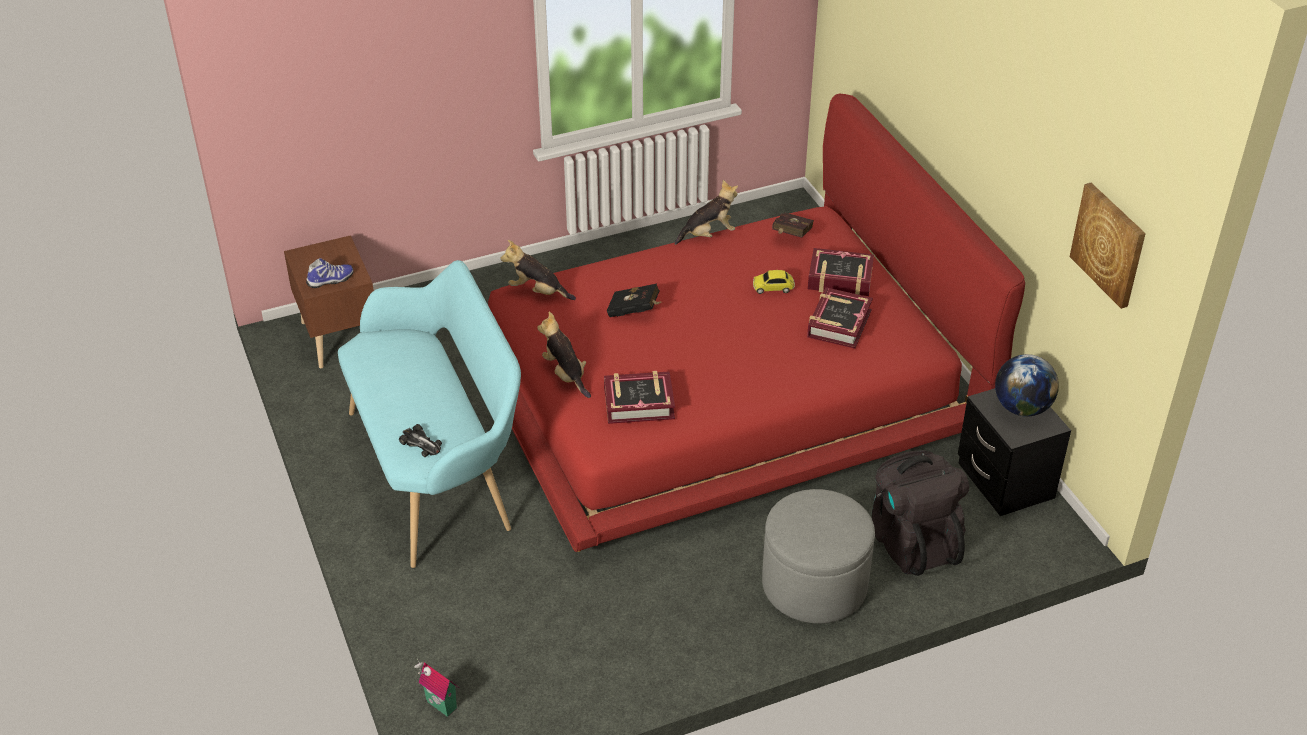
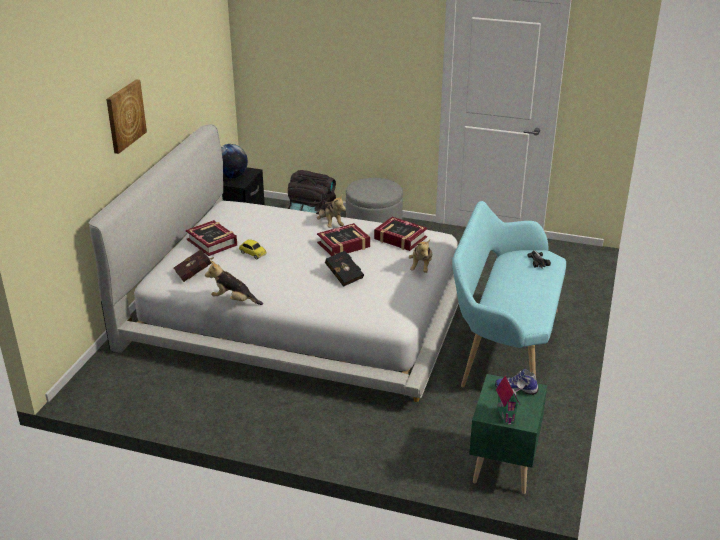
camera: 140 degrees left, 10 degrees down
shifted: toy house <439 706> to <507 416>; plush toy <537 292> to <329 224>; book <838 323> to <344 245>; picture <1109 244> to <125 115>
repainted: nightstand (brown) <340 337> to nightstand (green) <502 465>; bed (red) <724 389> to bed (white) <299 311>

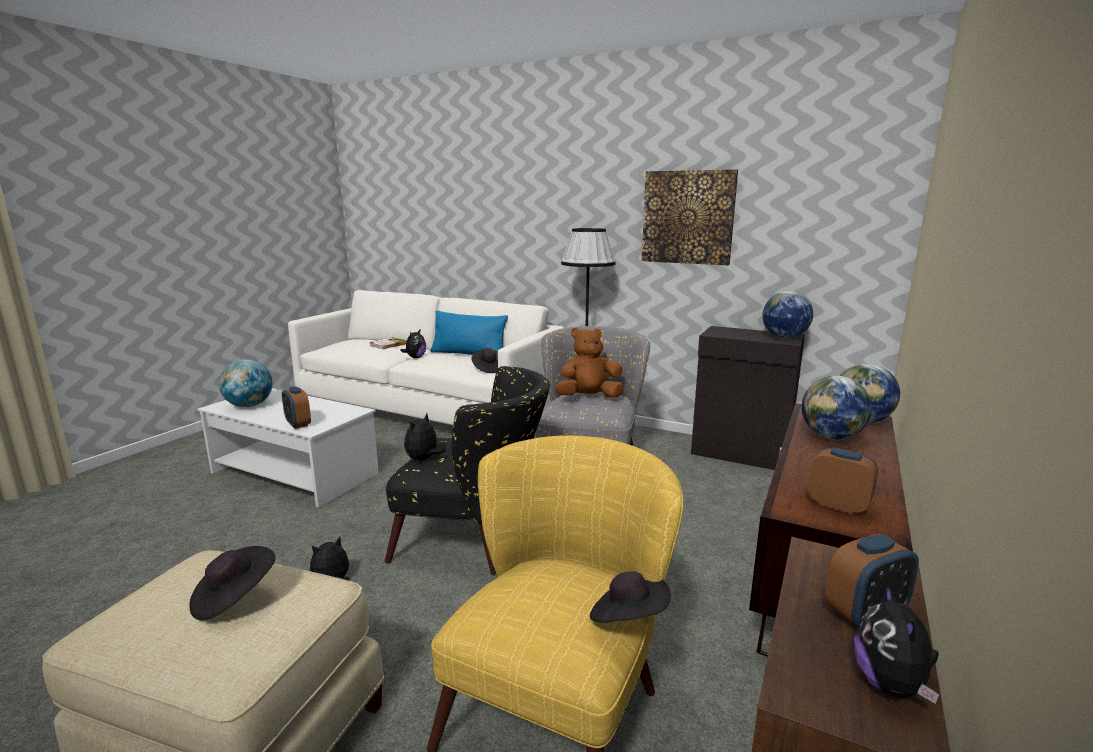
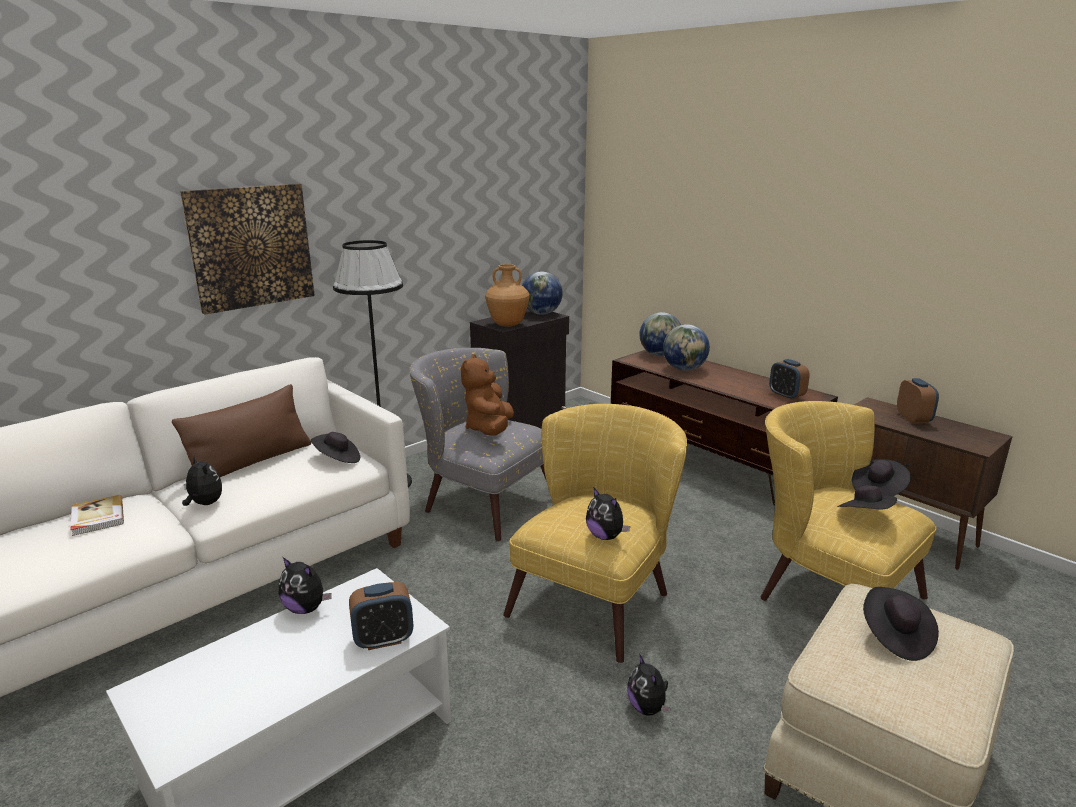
camera: 70 degrees left, 5 degrees up
gone: globe <249 406>
new: vase (brown) <508 325>; hat (black) <865 515>
shifted: picture <688 217> to <251 247>; plush toy <890 685> to <306 608>
repainted: armchair (black) <475 539> to armchair (yellow) <598 596>; pillow (blue) <468 354> to pillow (brown) <251 462>
rotated: alarm clock <838 505> = <786 396> 90 degrees counterclockwise

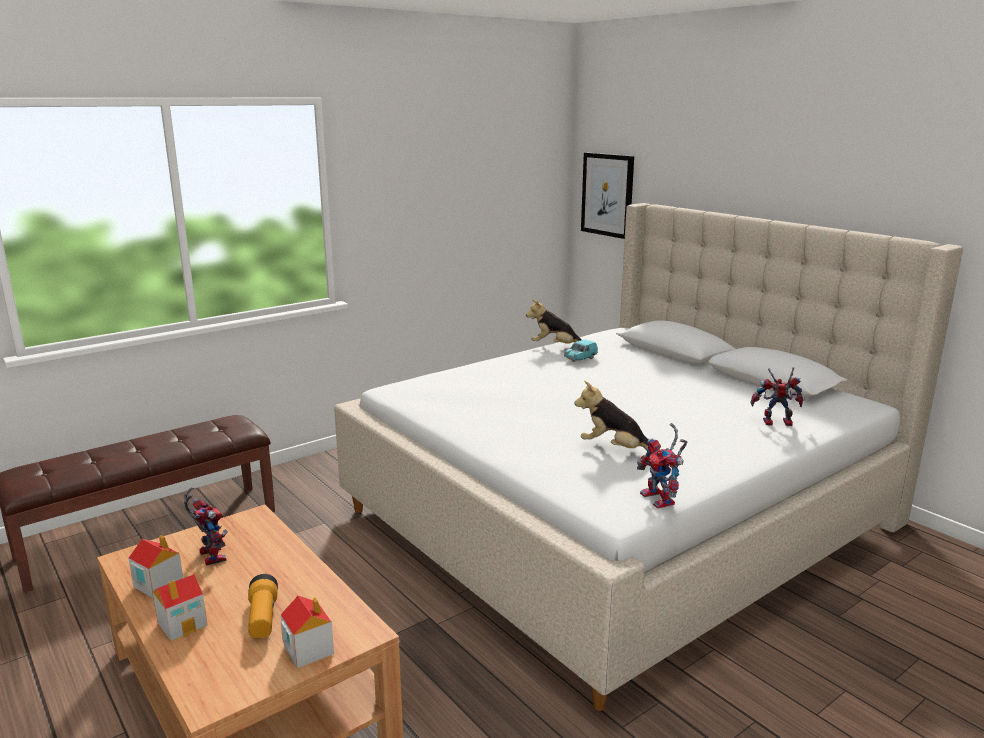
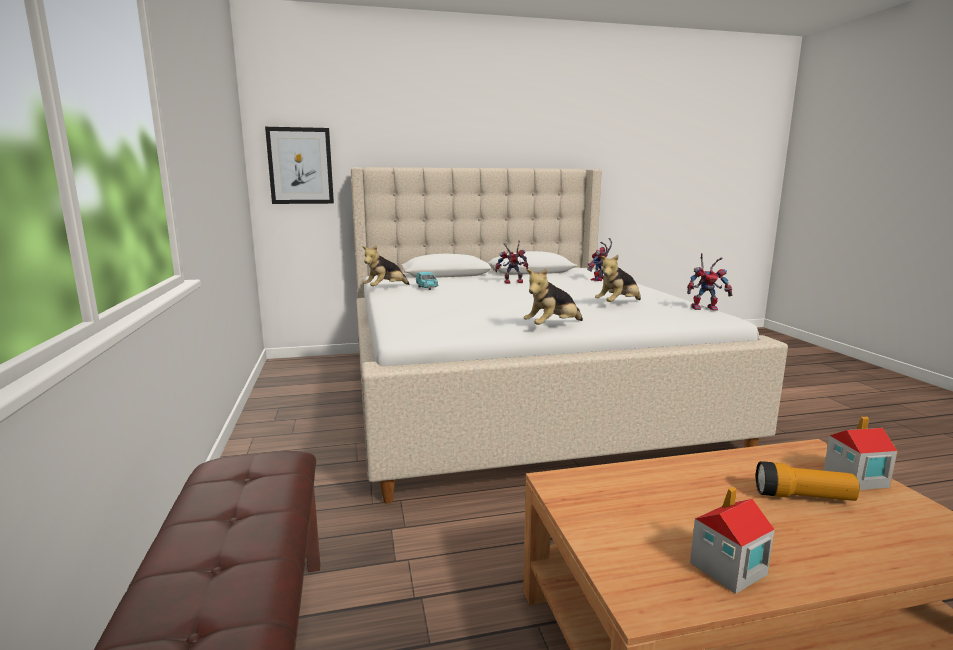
camera: 65 degrees left, 5 degrees down
gone: toy house <183 623>
new: plush toy <552 327>
shifted: toy robot <209 555> to <512 283>

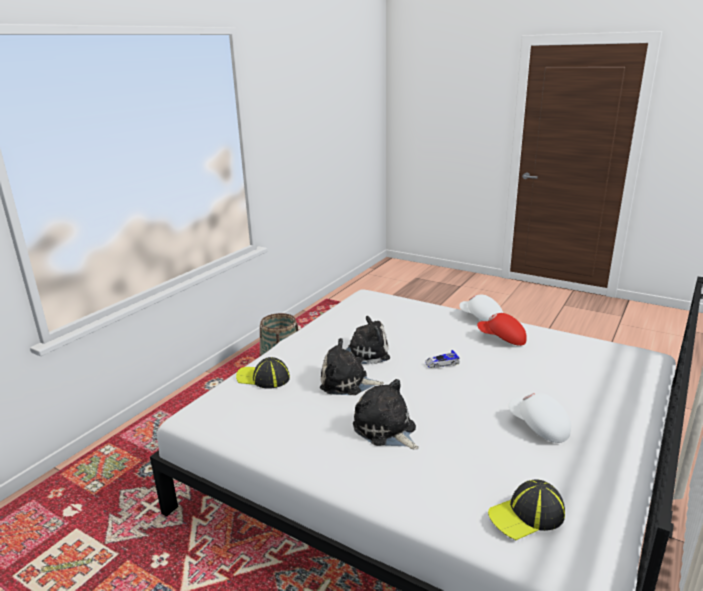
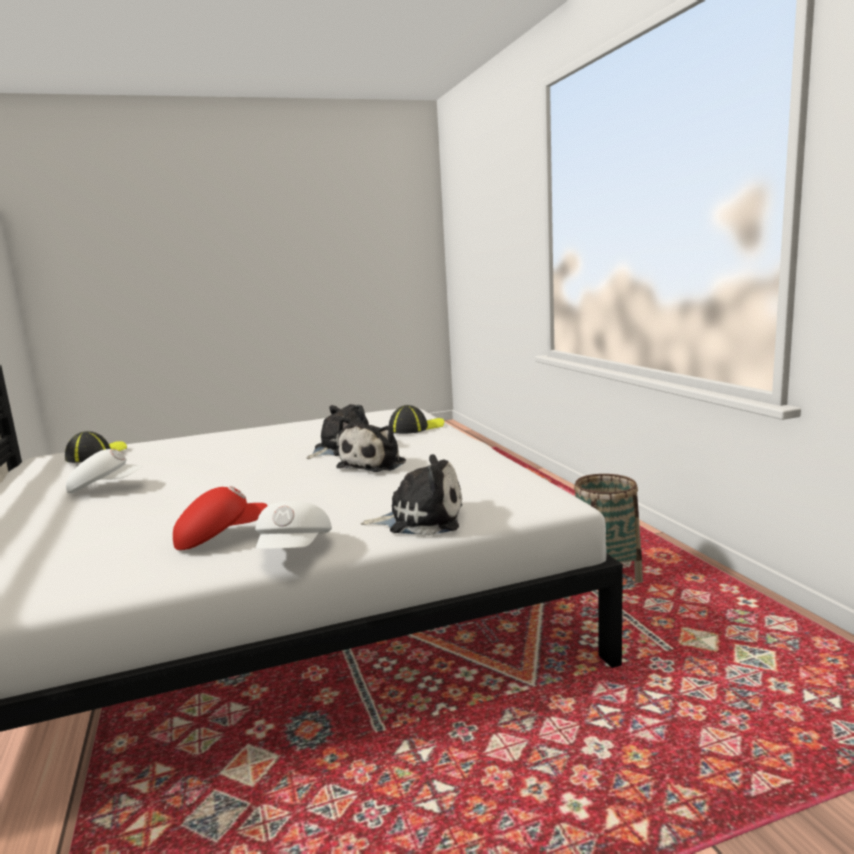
camera: 130 degrees right, 10 degrees down
gone: toy car <441 363>
shifted: plush toy <386 430> to <421 519>
rotated: cap (white) <481 319> = <295 550> 105 degrees clockwise

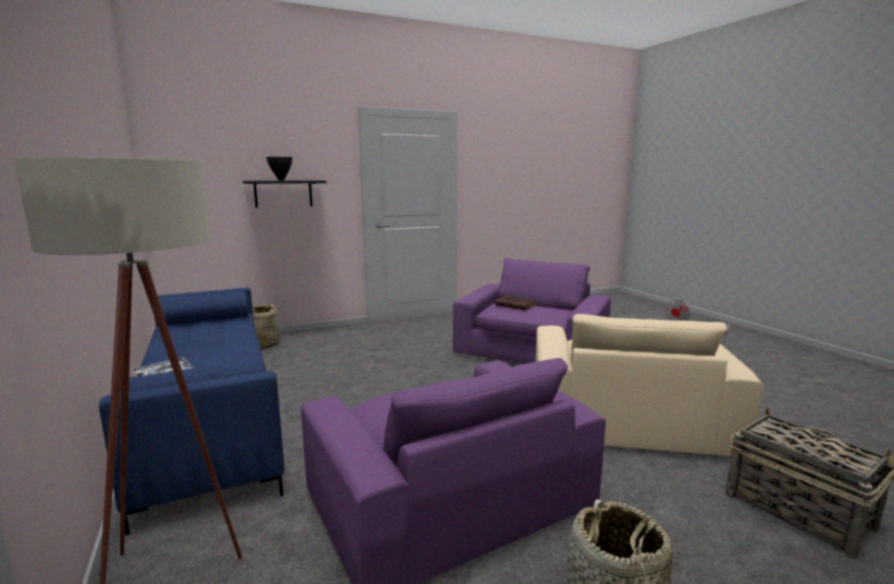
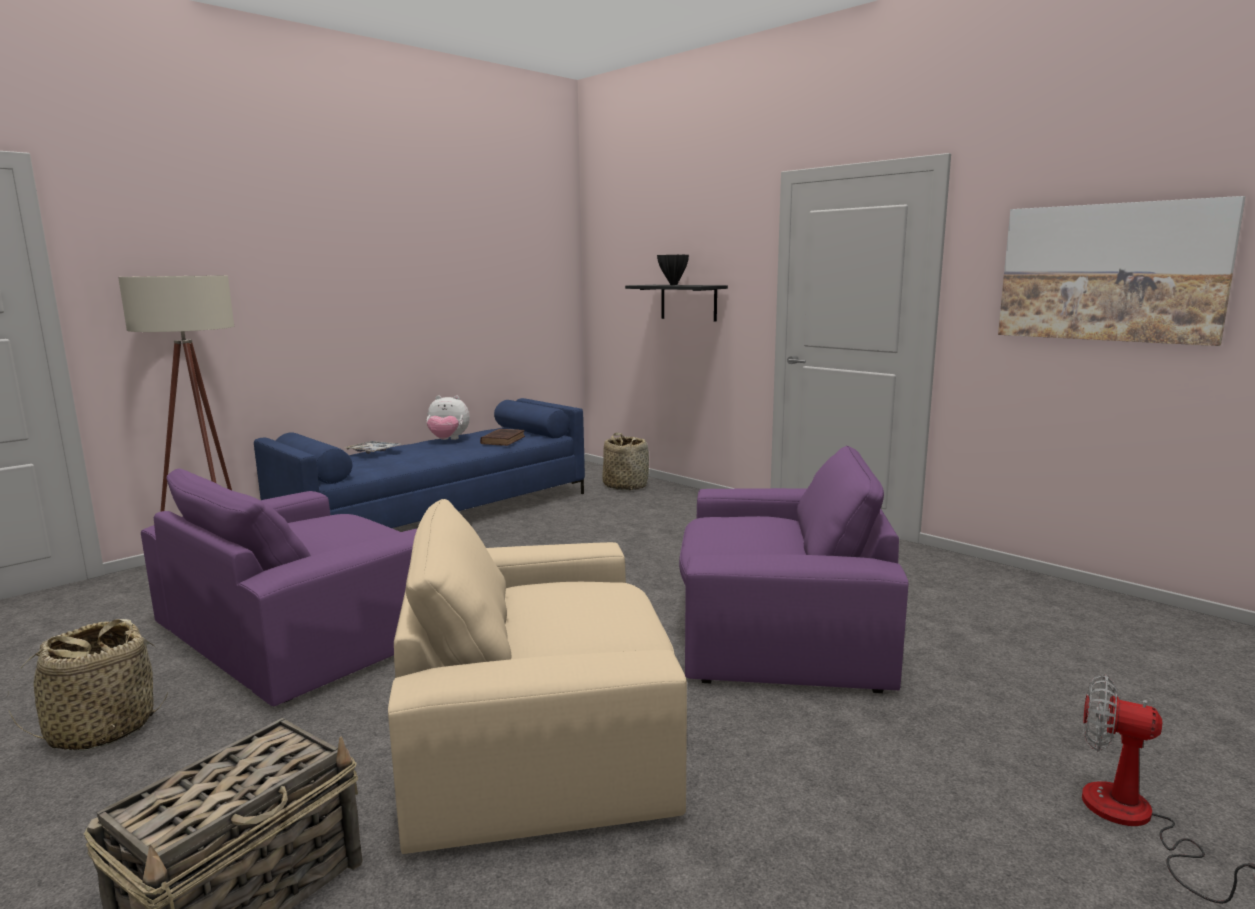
camera: 70 degrees right, 0 degrees up
new: plush toy <448 440>; picture <1110 272>
shifted: book (brown) <514 305> to <503 440>

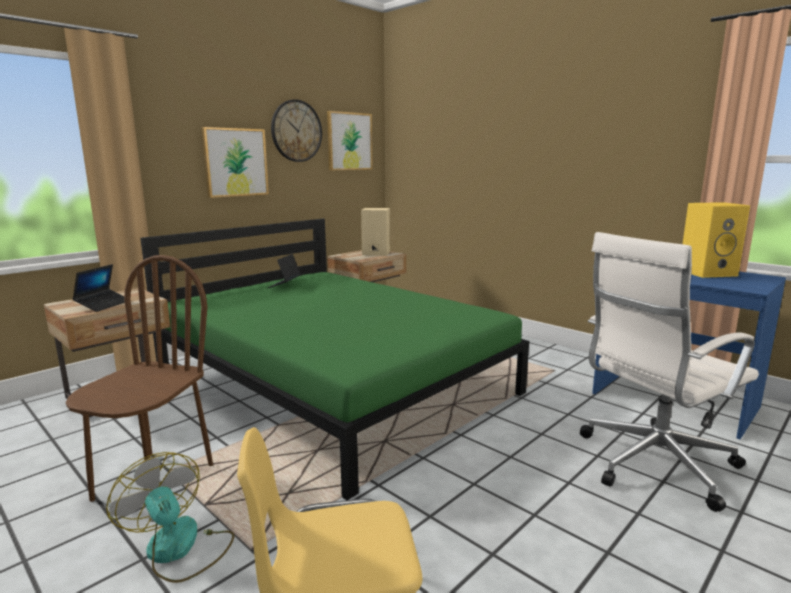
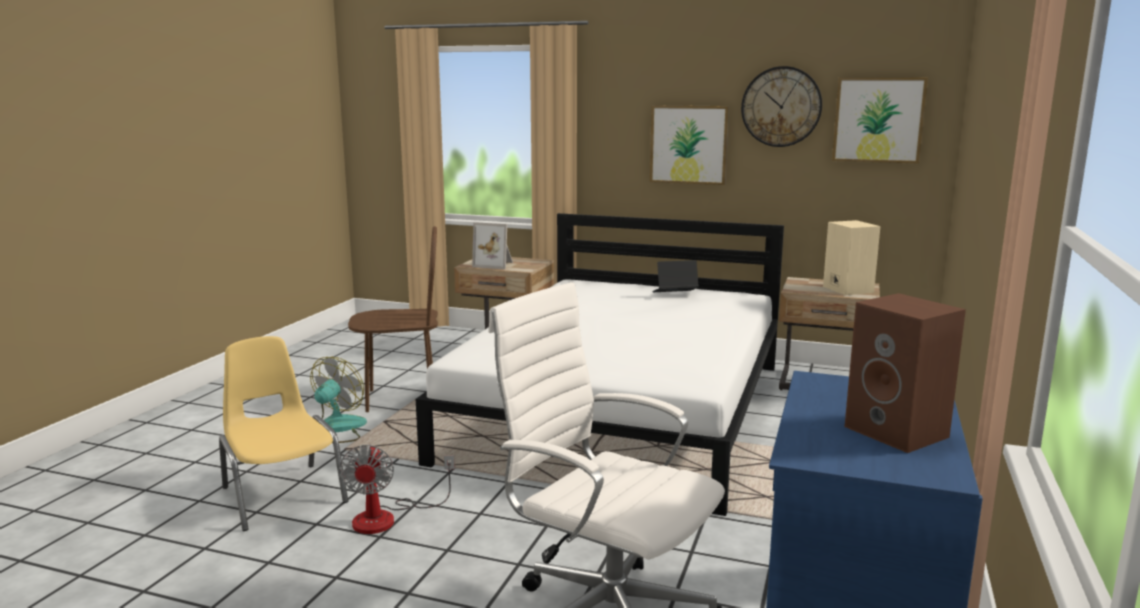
camera: 65 degrees right, 0 degrees up
new: fan <387 517>
swapped: laptop <103 305> to picture frame <495 264>
repainted: bed (green) <333 381> to bed (white) <623 410>; speaker (yellow) <708 273> to speaker (brown) <899 432>

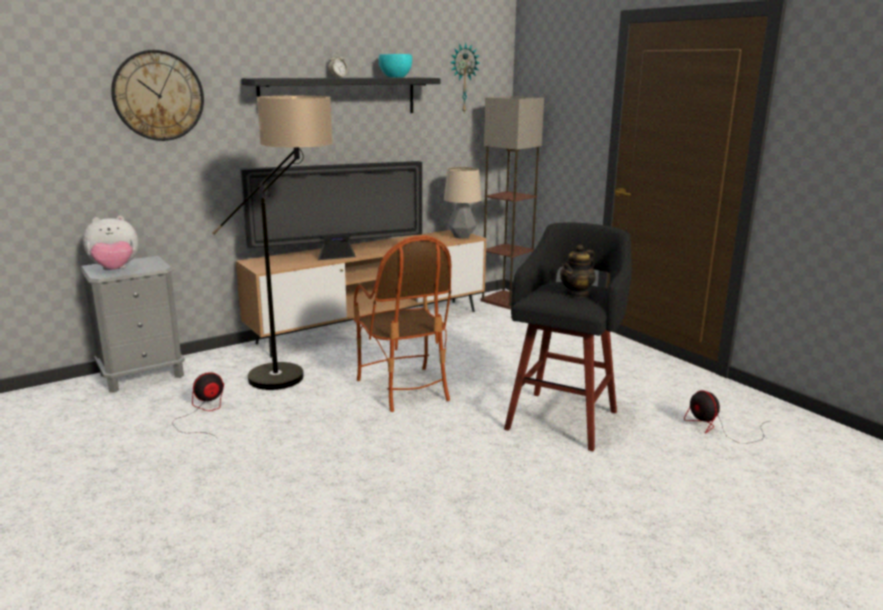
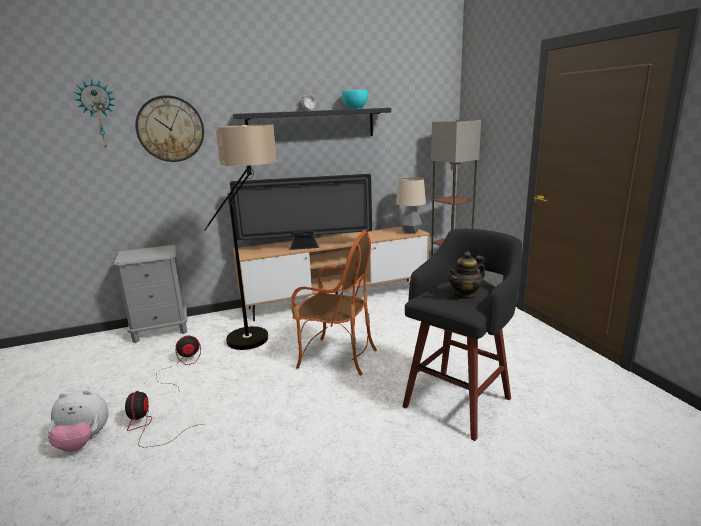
camera: 15 degrees right, 0 degrees up
shifted: plush toy <115 270> to <83 442>; wall clock <463 78> to <99 114>; fan <719 429> to <149 427>
rotated: armchair <403 389> = <336 357> 60 degrees counterclockwise

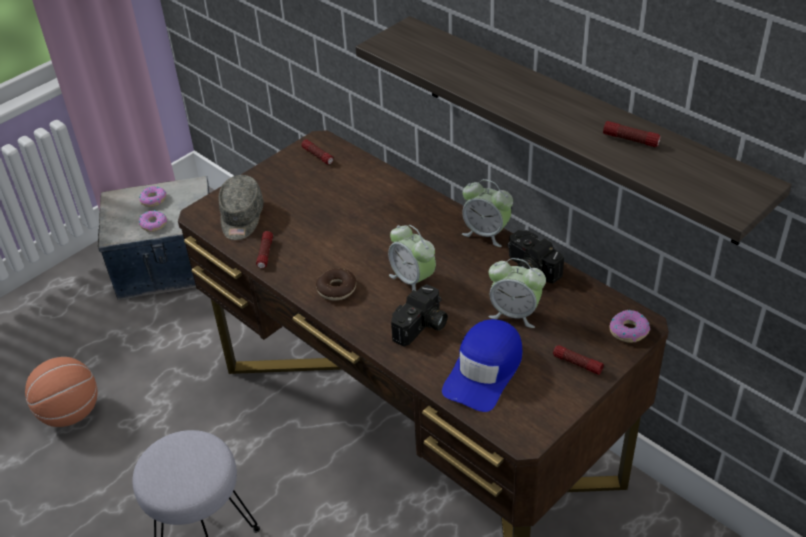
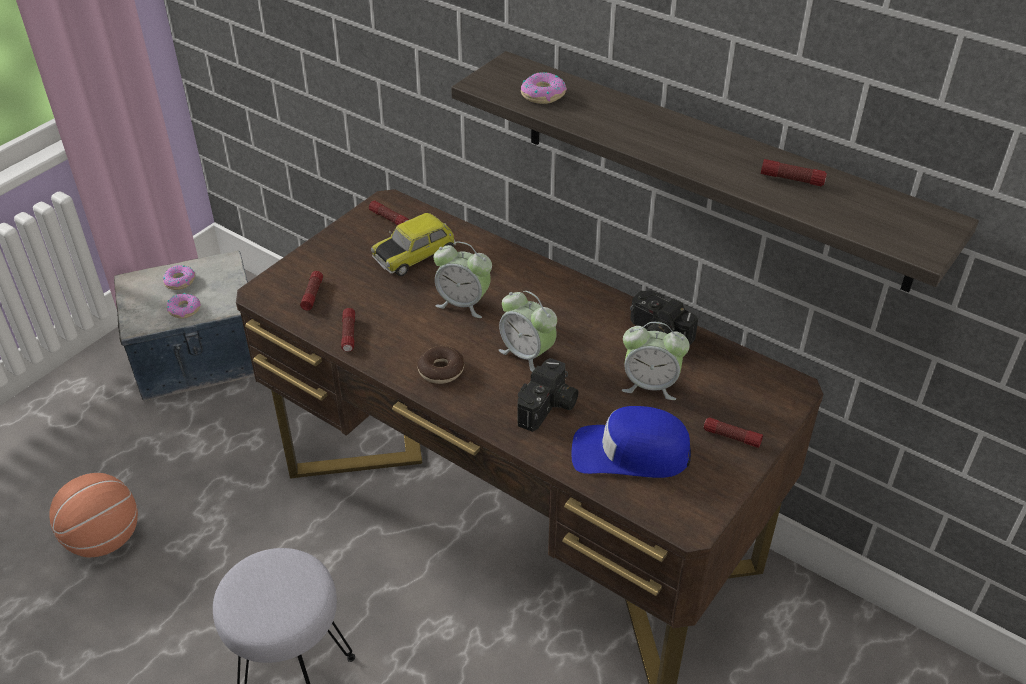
camera: 10 degrees left, 0 degrees up
new: toy car <414 255>
shifted: alarm clock <486 233> to <463 303>; donut <628 330> to <542 94>
swapped: cap (grey) <241 218> to flashlight <312 295>
rotated: cap (blue) <484 371> = <630 453> 75 degrees clockwise

